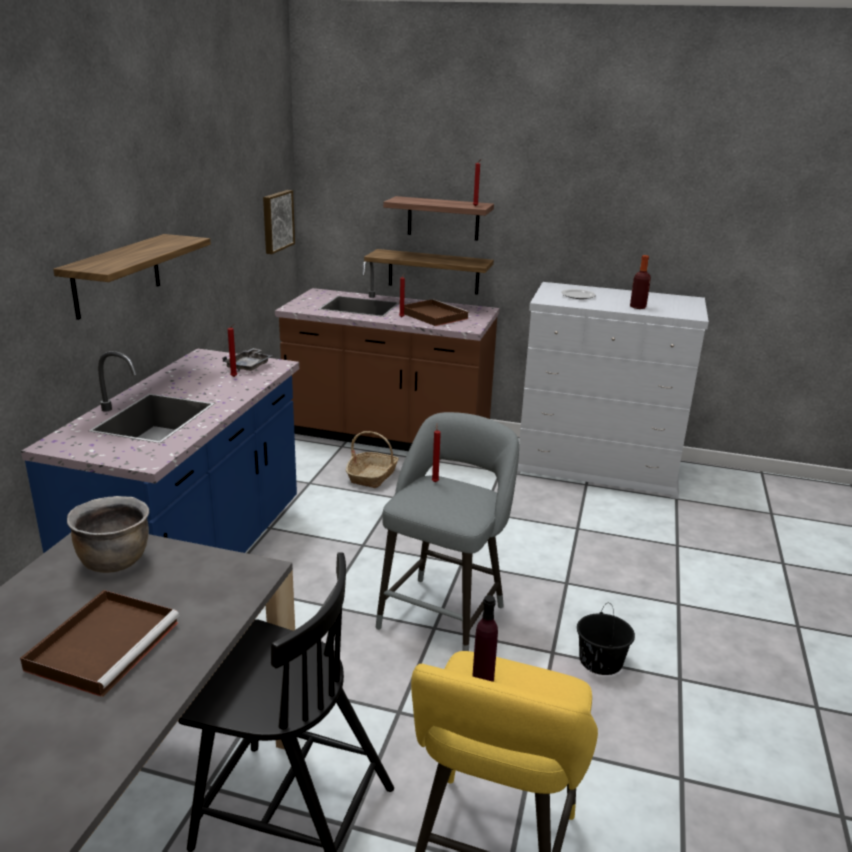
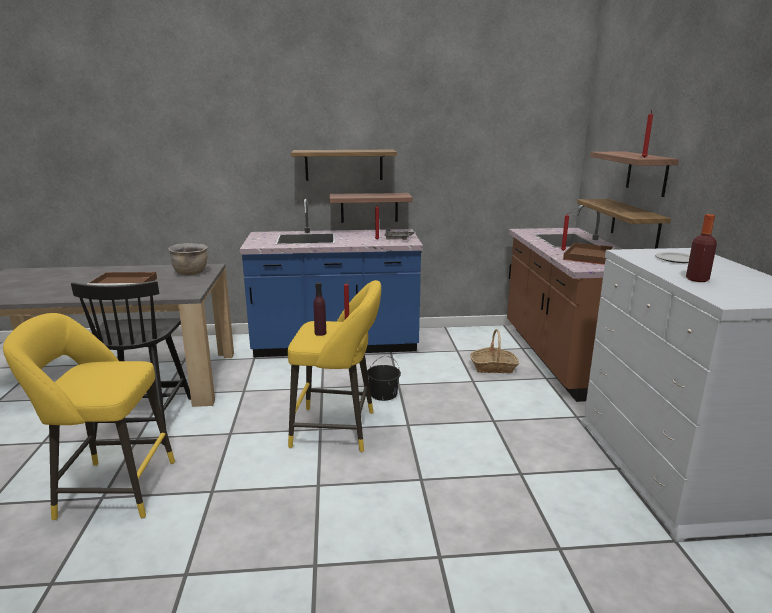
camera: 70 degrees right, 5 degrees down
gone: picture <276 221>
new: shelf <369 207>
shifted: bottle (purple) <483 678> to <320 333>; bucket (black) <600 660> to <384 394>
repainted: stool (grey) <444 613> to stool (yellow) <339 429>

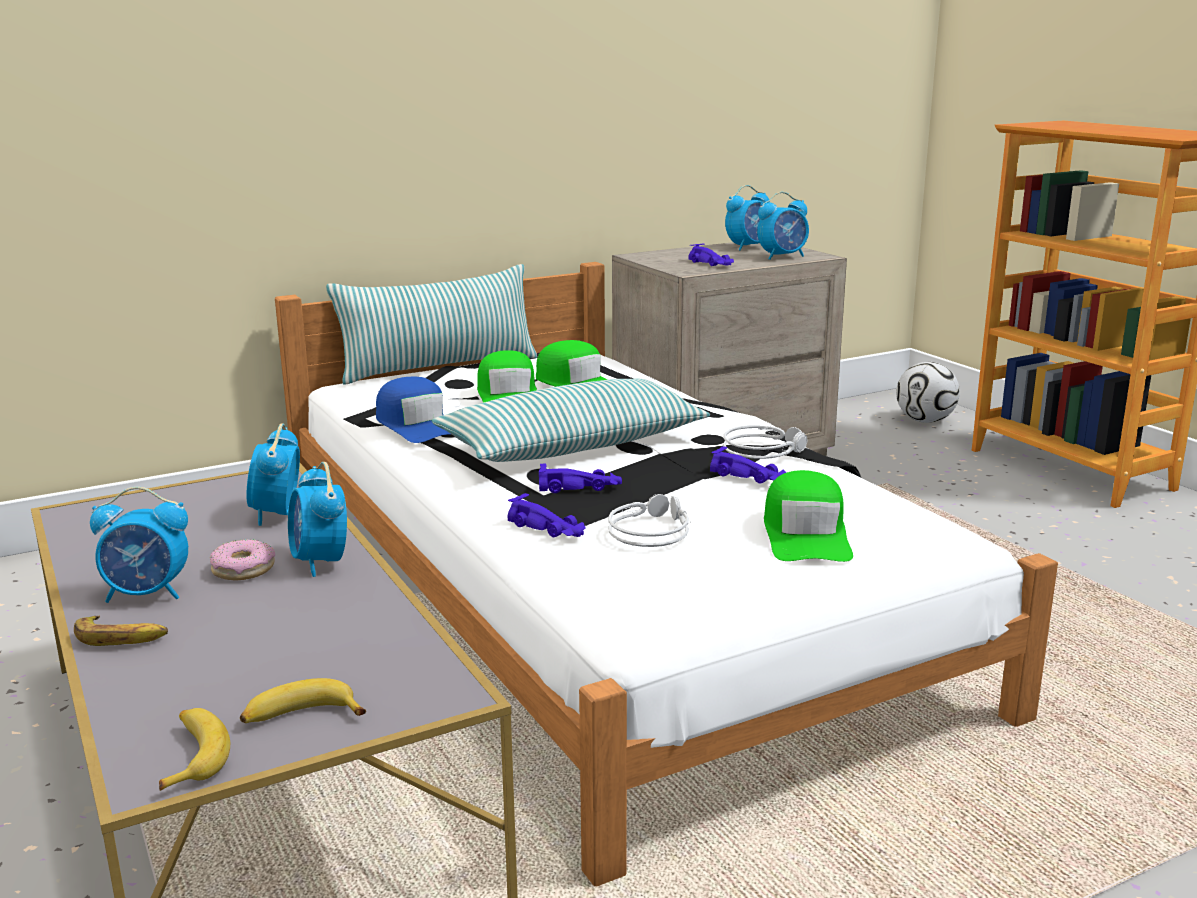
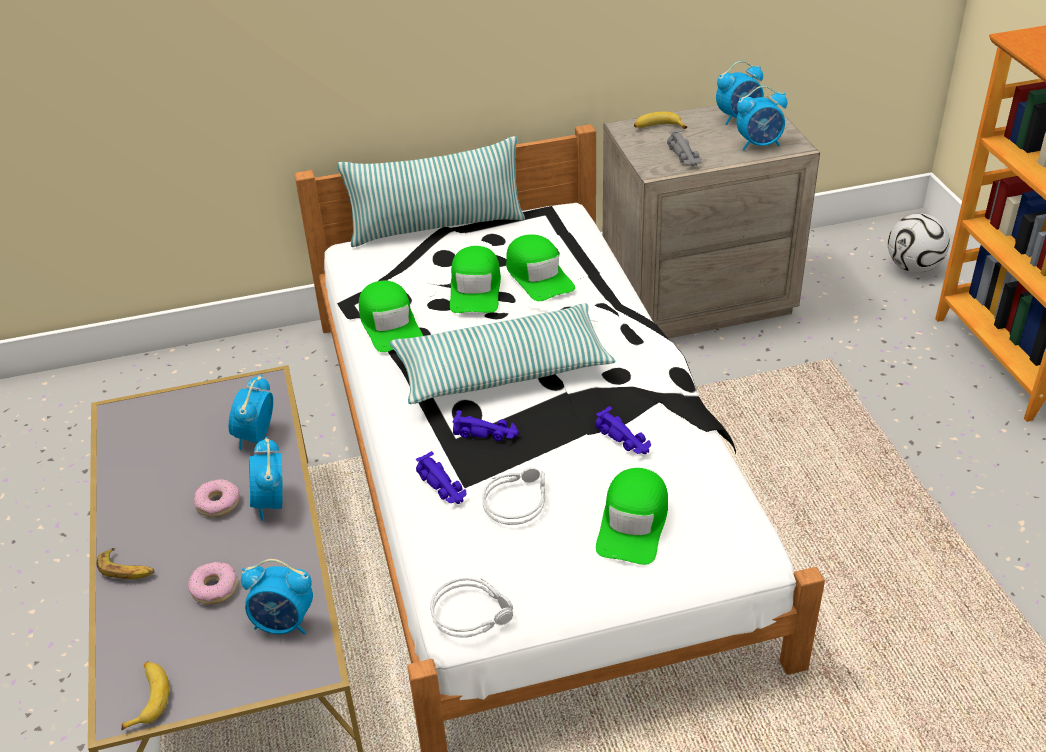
camera: 15 degrees right, 20 degrees up
new: donut <214 588>
shifted: alarm clock <148 594> to <284 623>; banana <301 717> to <658 127>; headphones (grey) <764 449> to <473 612>
repainted: cap (blue) <417 425> to cap (green) <390 324>; toy car (purple) <712 264> to toy car (grey) <684 156>

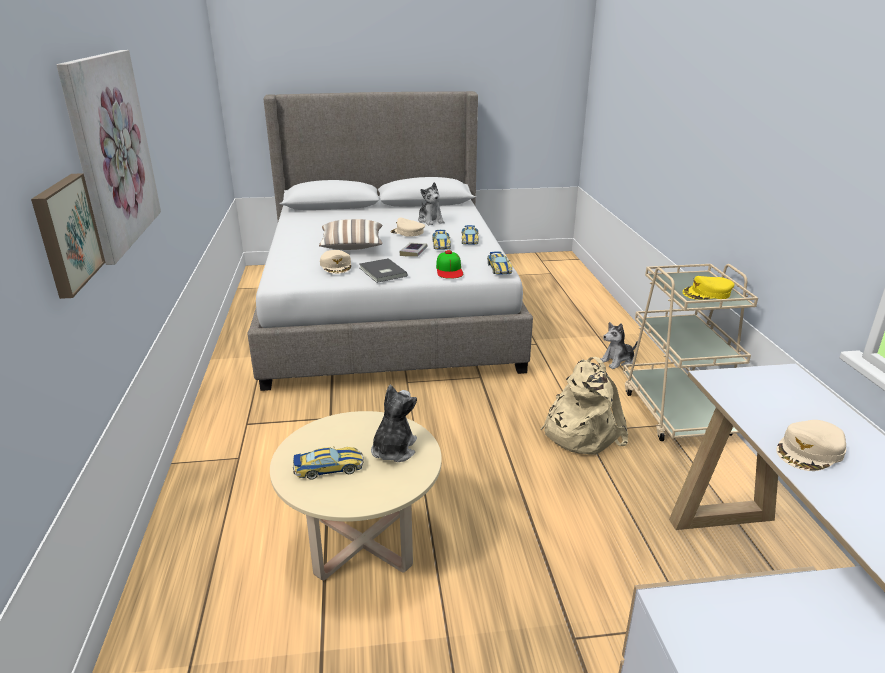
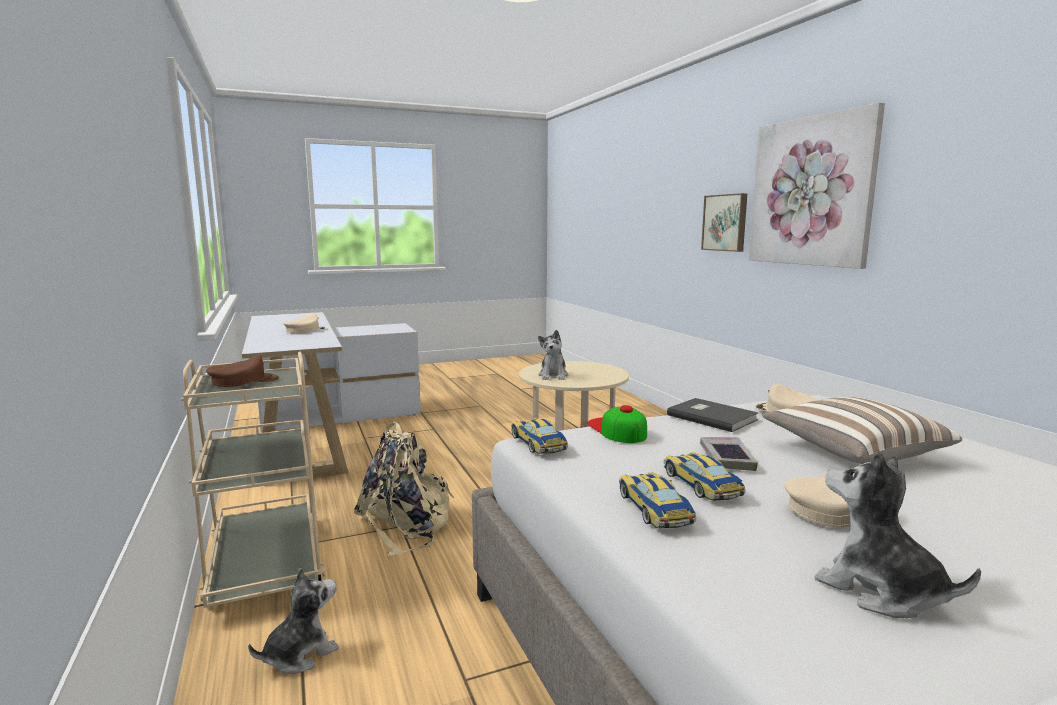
camera: 165 degrees right, 15 degrees down
gone: toy car <329 468>
repainted: cap (yellow) <707 293> to cap (brown) <244 381>

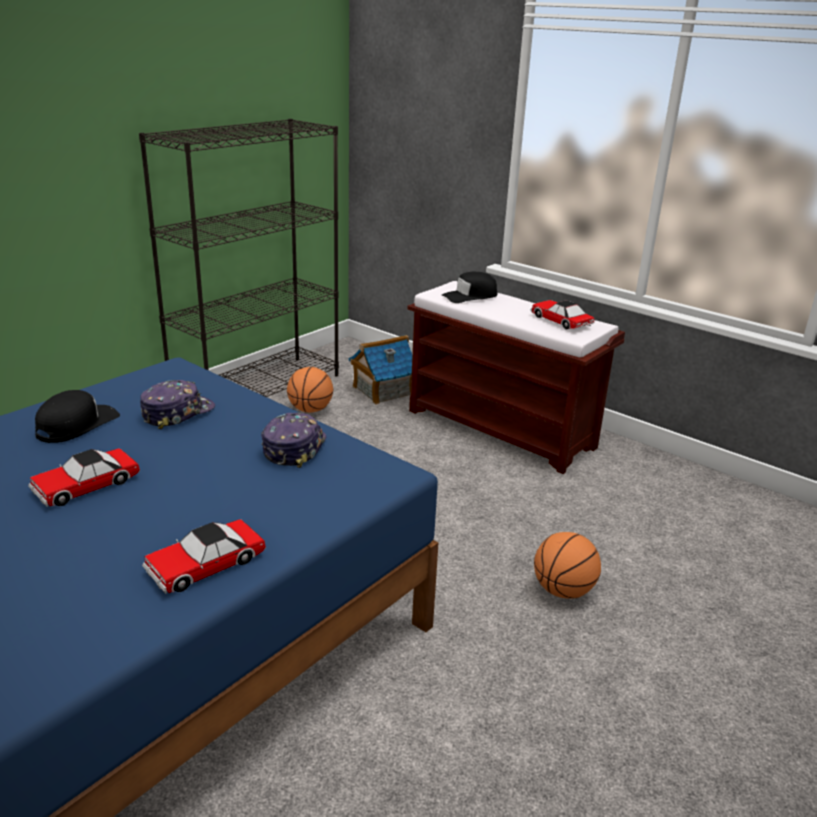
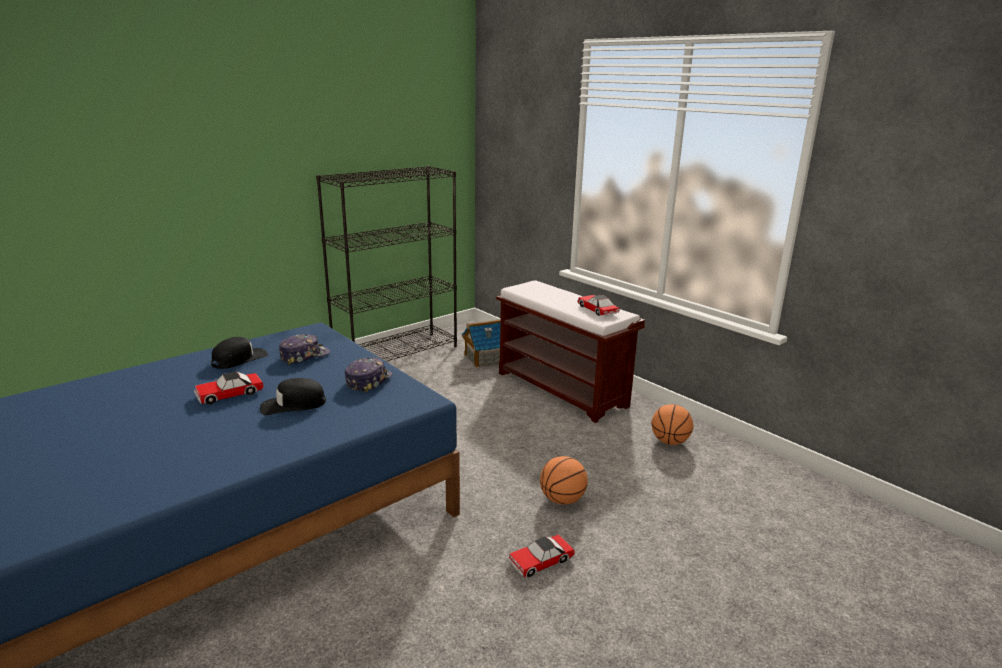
camera: 10 degrees right, 5 degrees down
shifted: toy car <205 565> to <540 561>; basketball <310 410> to <669 442>; cap (black) <470 296> to <293 405>

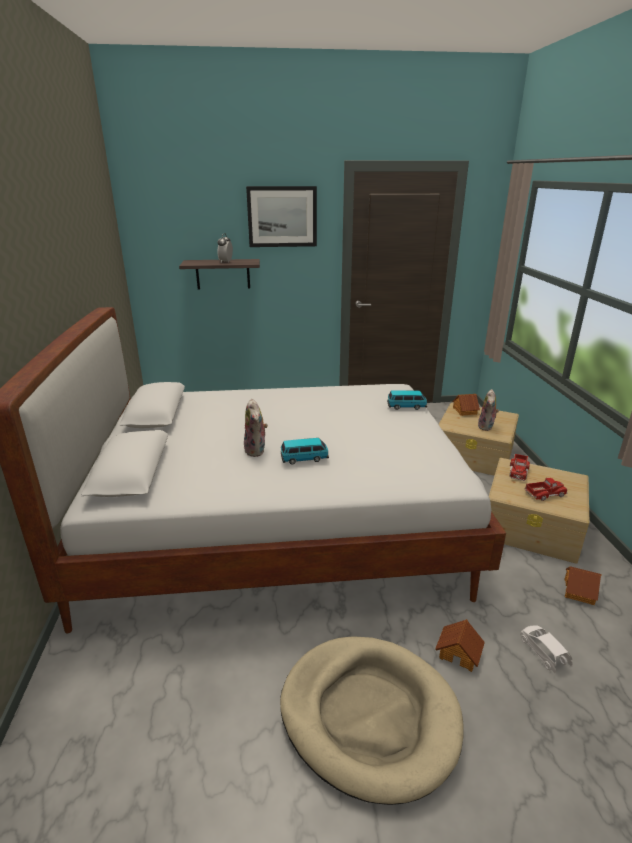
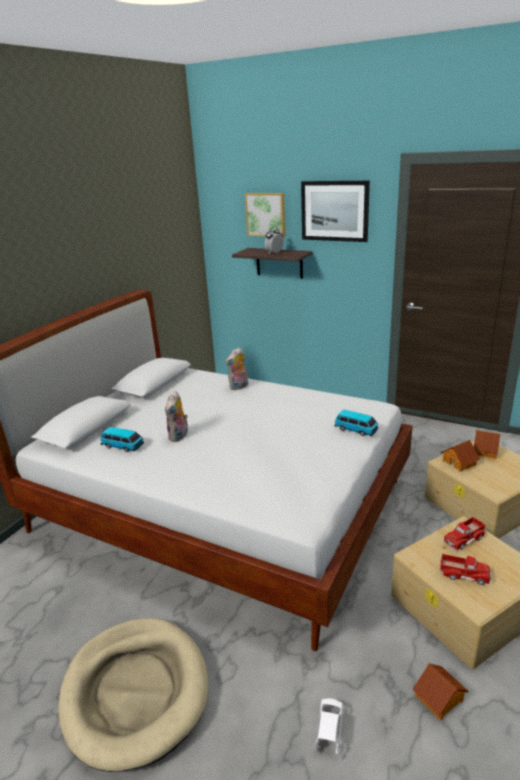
camera: 35 degrees right, 0 degrees up
new: picture <266 214>
shifted: toy car <304 458> to <123 446>; toy house <459 653> to <459 462>; plush toy <486 427> to <239 387>

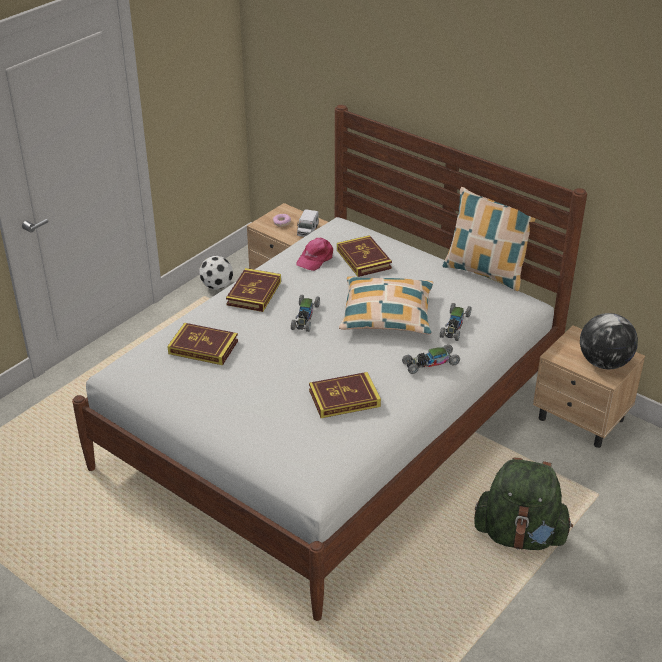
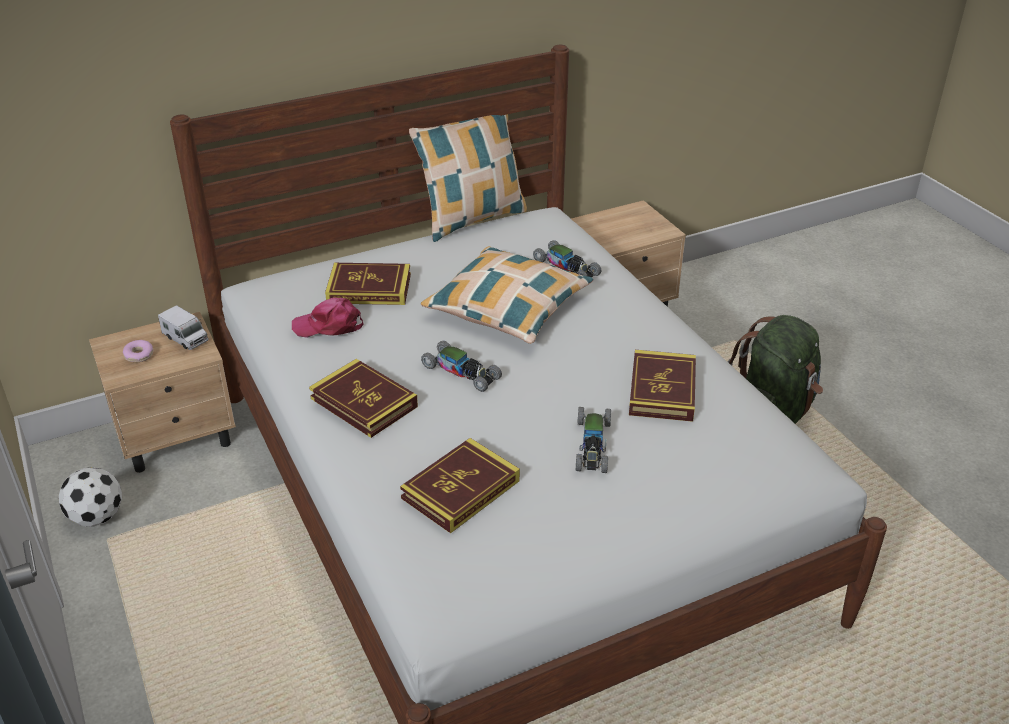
camera: 65 degrees left, 0 degrees up
gone: globe <604 363>
shifted: toy car <430 363> to <592 445>
rotated: cap (pink) <315 258> = <329 326> 120 degrees clockwise

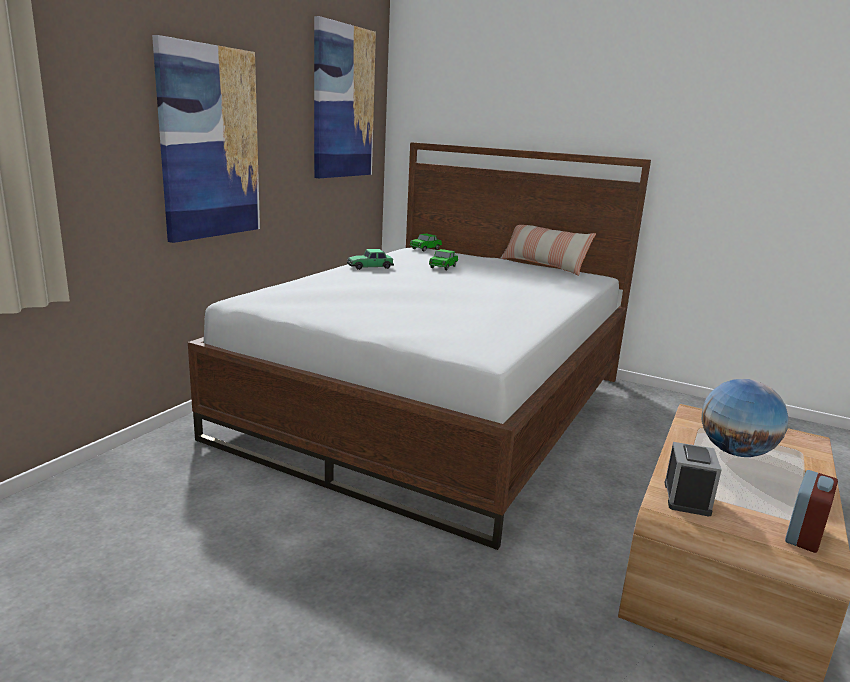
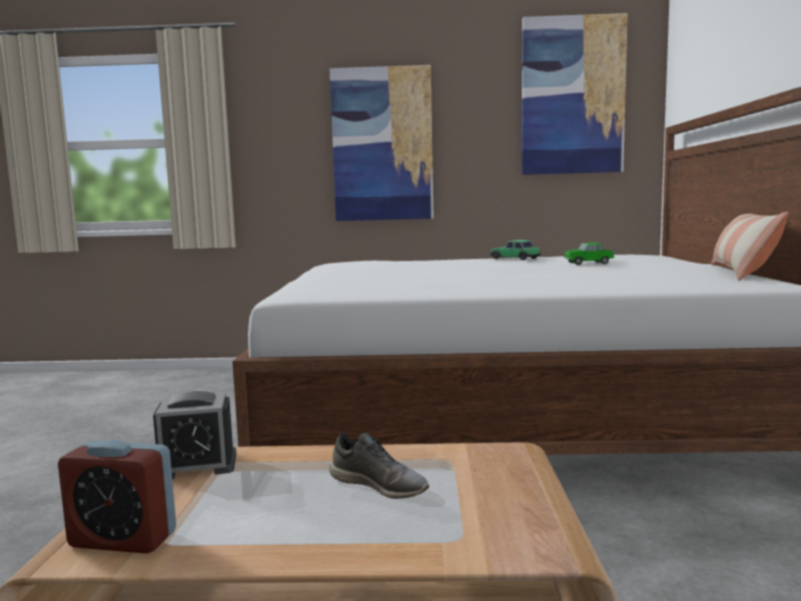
camera: 65 degrees right, 10 degrees down
gone: toy car <425 249>
swapped: globe <734 452> to shoe (grey) <379 485>

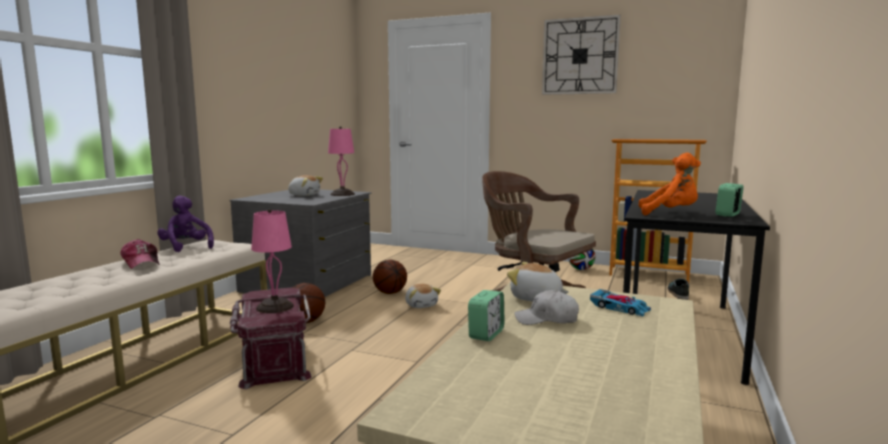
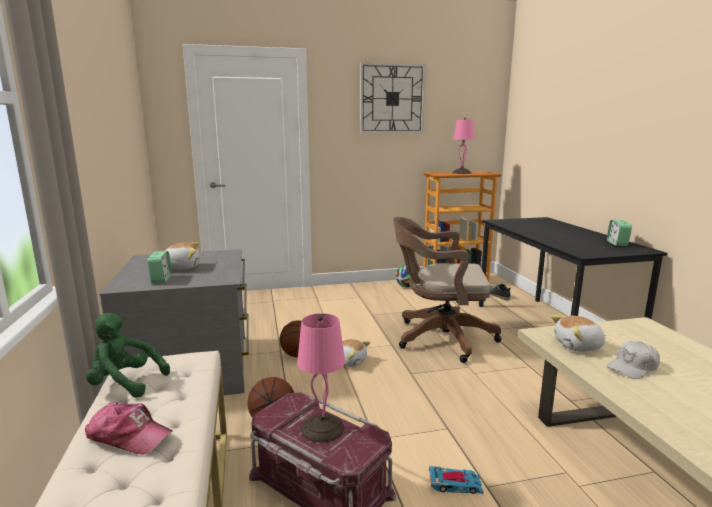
camera: 35 degrees left, 5 degrees up
gone: plush toy (orange) <670 213>
shifted: table lamp (pink) <343 194> to <462 173>; alarm clock <486 334> to <161 279>; toy car <620 307> to <455 484>
repainted: plush toy (purple) <186 247> to plush toy (green) <125 383>

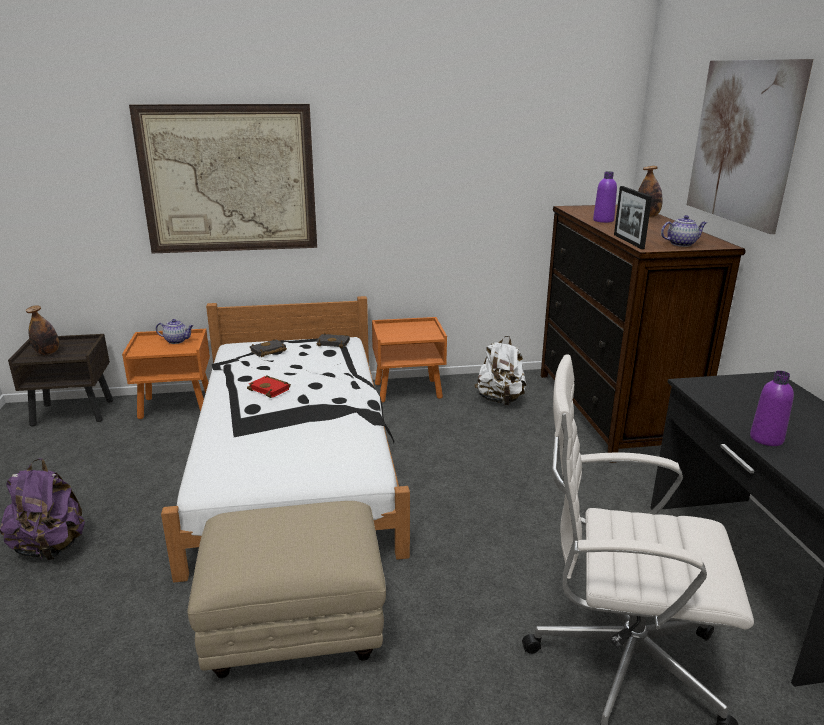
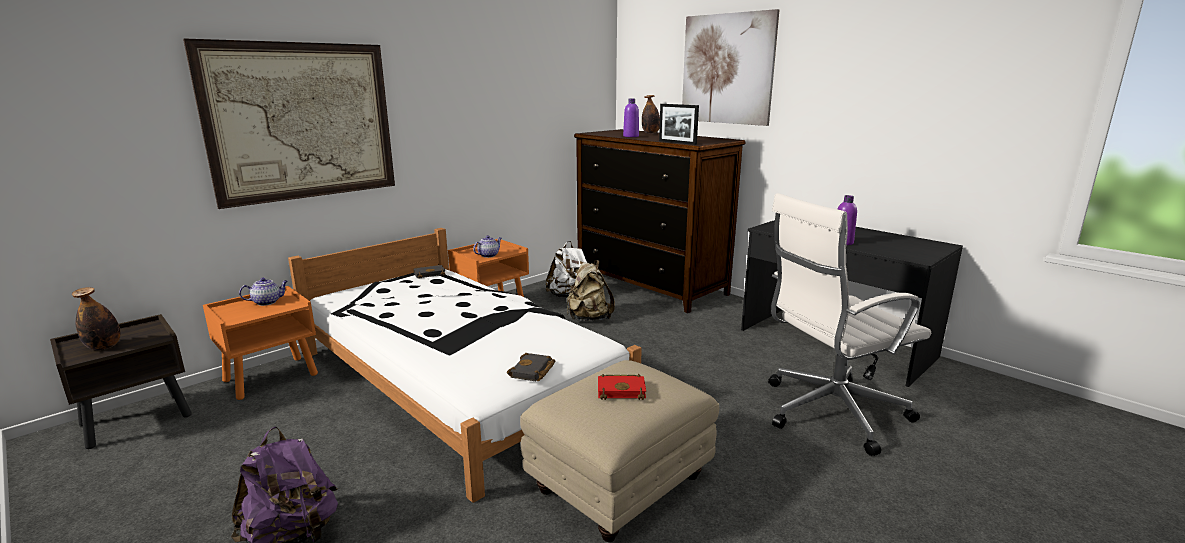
camera: 35 degrees left, 5 degrees down
new: backpack (beige) <589 318>
shifted: book (red) <271 389> to <622 390>; book (black) <268 351> to <533 371>; teapot <681 244> to <488 255>

